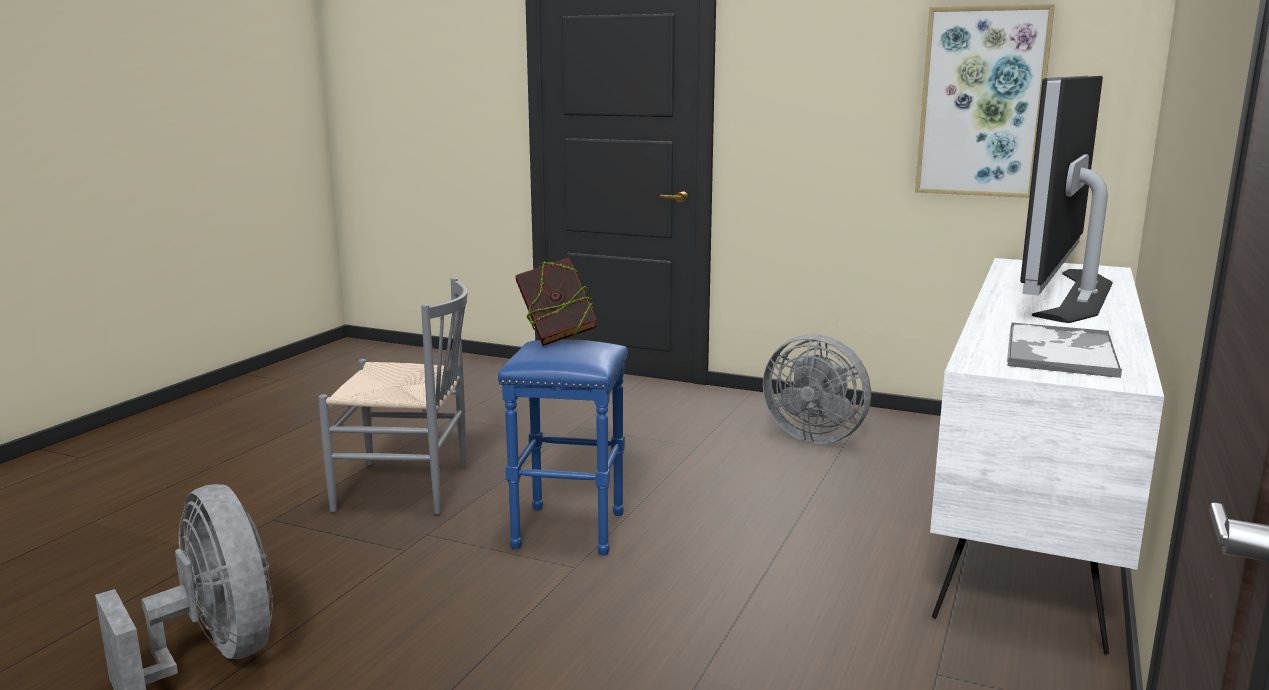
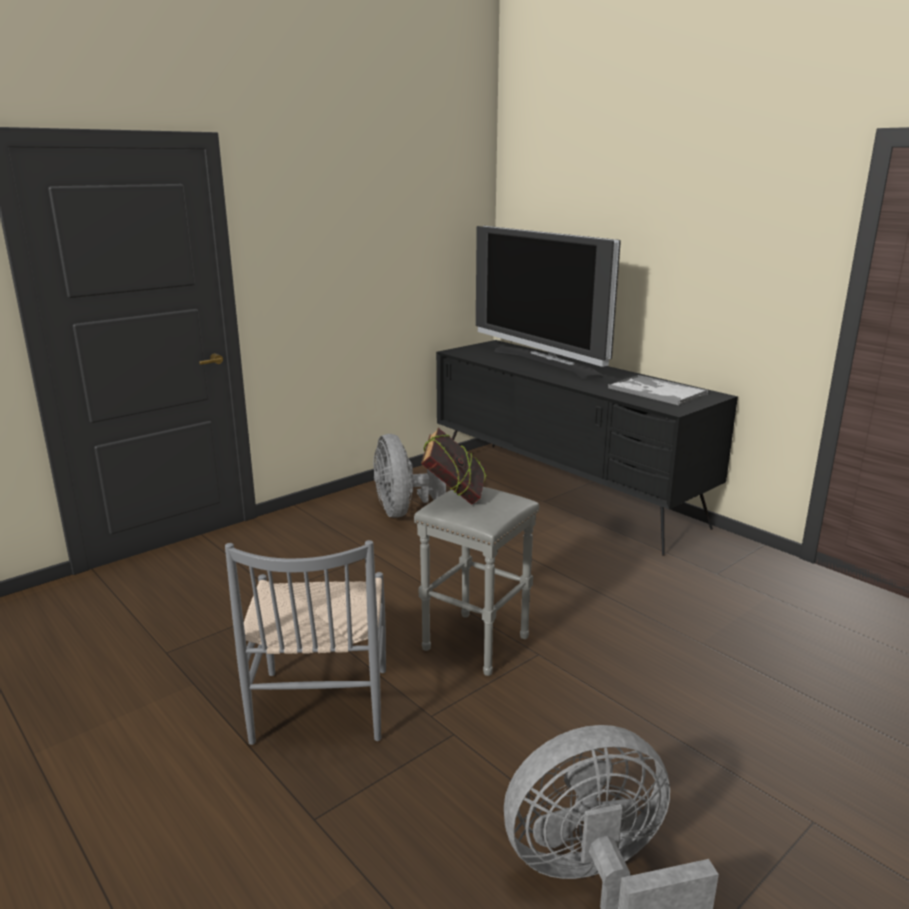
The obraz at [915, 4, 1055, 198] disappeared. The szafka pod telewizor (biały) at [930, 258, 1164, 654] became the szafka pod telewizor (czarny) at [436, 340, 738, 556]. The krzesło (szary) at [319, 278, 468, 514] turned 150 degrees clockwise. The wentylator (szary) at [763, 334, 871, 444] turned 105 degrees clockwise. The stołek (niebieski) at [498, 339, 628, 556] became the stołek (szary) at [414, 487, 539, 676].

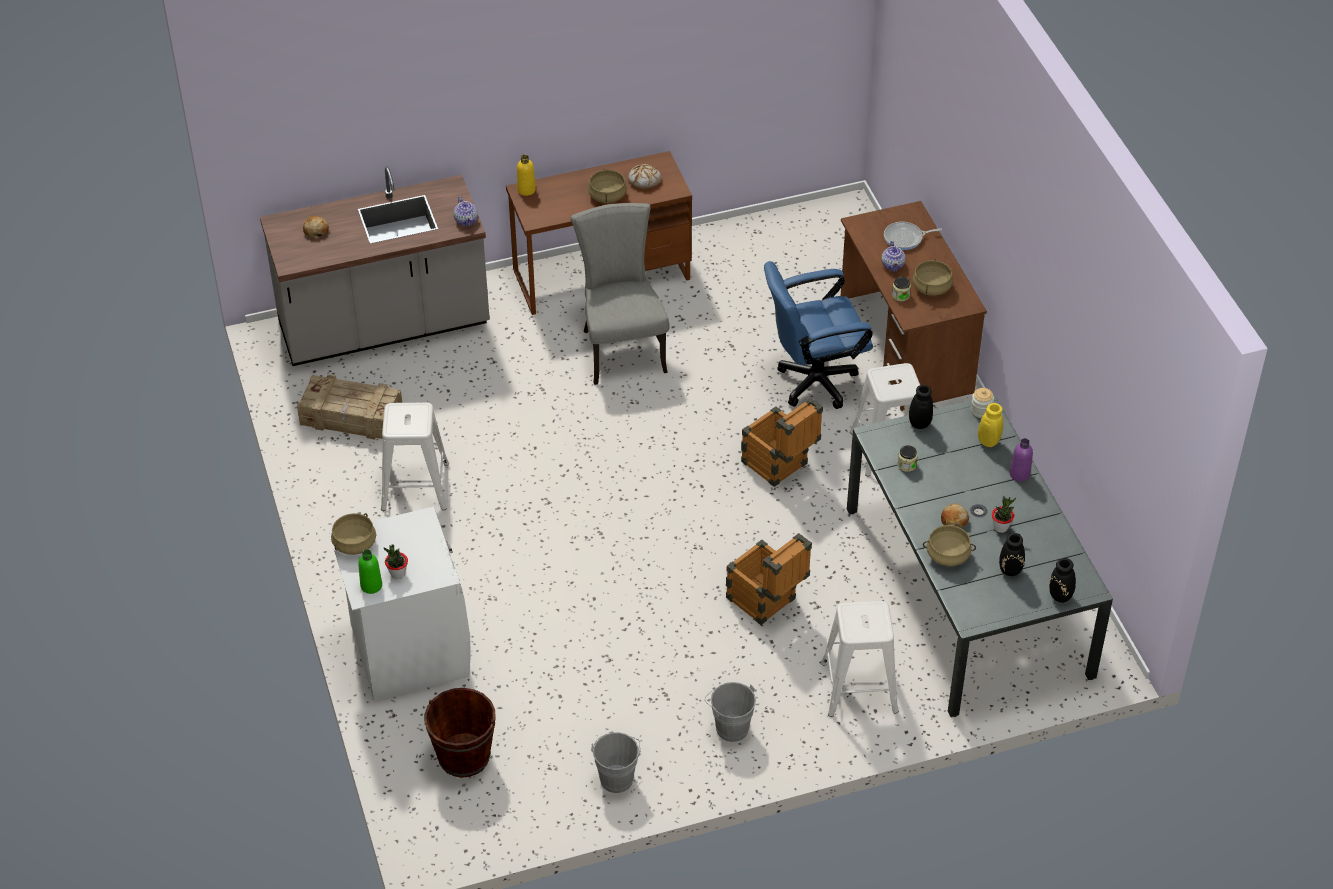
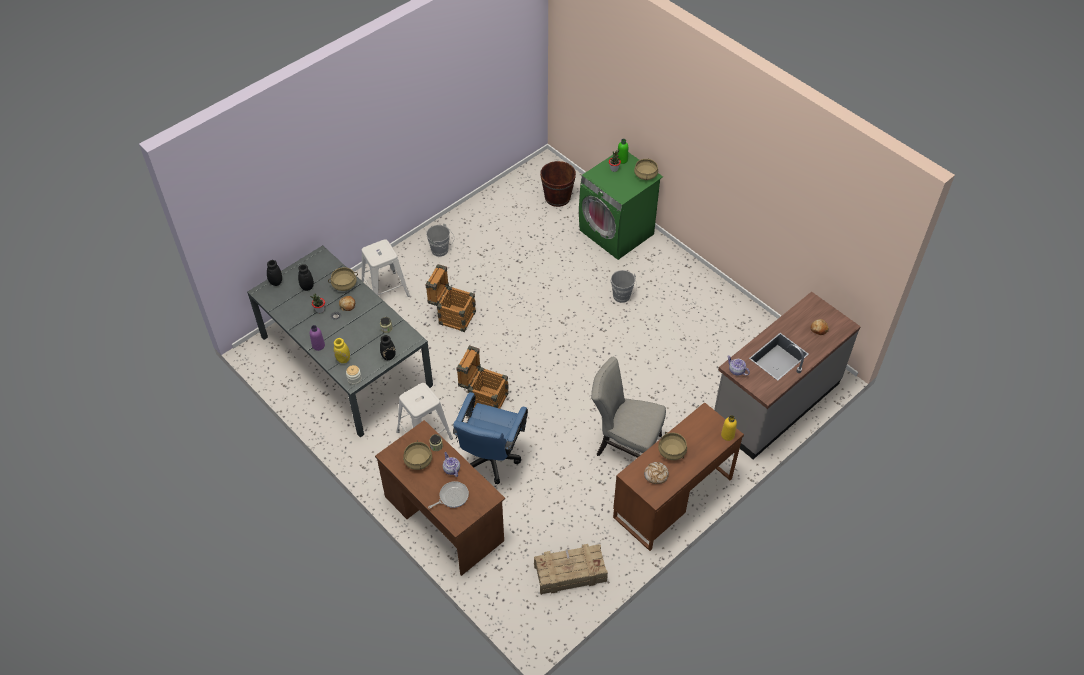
The krzesło (szary) at [570, 203, 669, 385] turned 150 degrees clockwise. The krzesło biurowe (niebieski) at [764, 261, 873, 409] turned 150 degrees clockwise. The skrzynka moved from [297, 374, 402, 440] to [534, 544, 608, 595]. The stołek (biały) at [381, 403, 449, 511] disappeared. The pralka (biały) at [329, 507, 471, 701] became the pralka (zielony) at [579, 152, 663, 260]. The wiadro (szary) moved from [591, 732, 641, 793] to [610, 270, 637, 303].

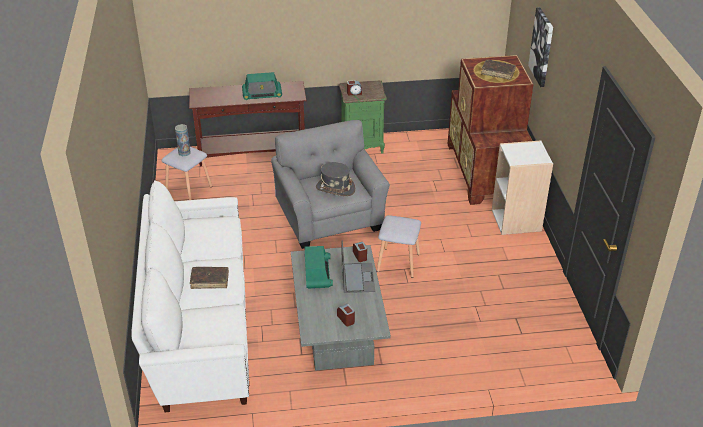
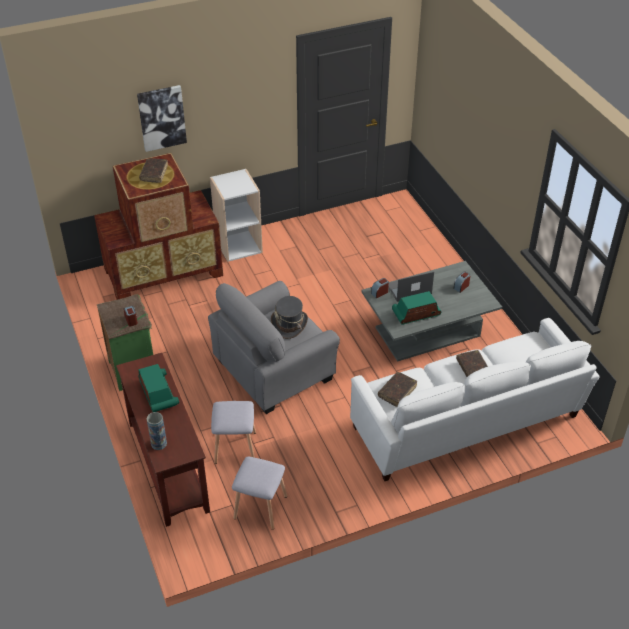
The wazon moved from [175, 124, 191, 156] to [147, 412, 167, 450]. The stołek (szary) moved from [377, 215, 421, 278] to [211, 401, 256, 464]. The książka (brązowy) at [378, 372, 418, 407] appeared.

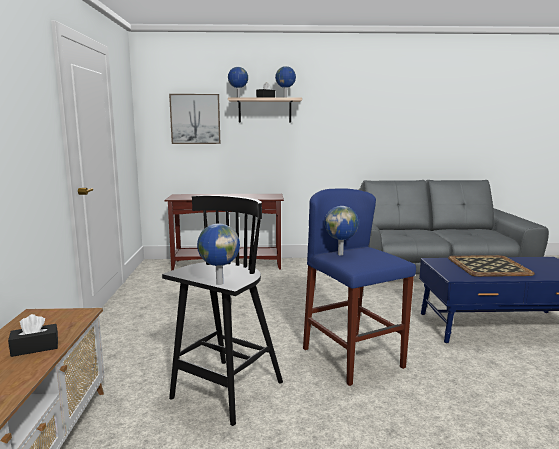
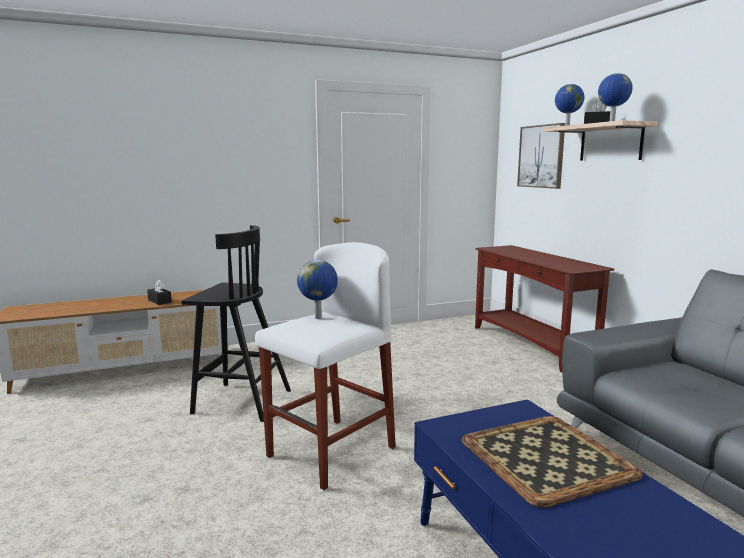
The stołek (niebieski) at [303, 189, 416, 386] became the stołek (biały) at [255, 242, 396, 490]. The globus at [197, 223, 240, 285] disappeared.

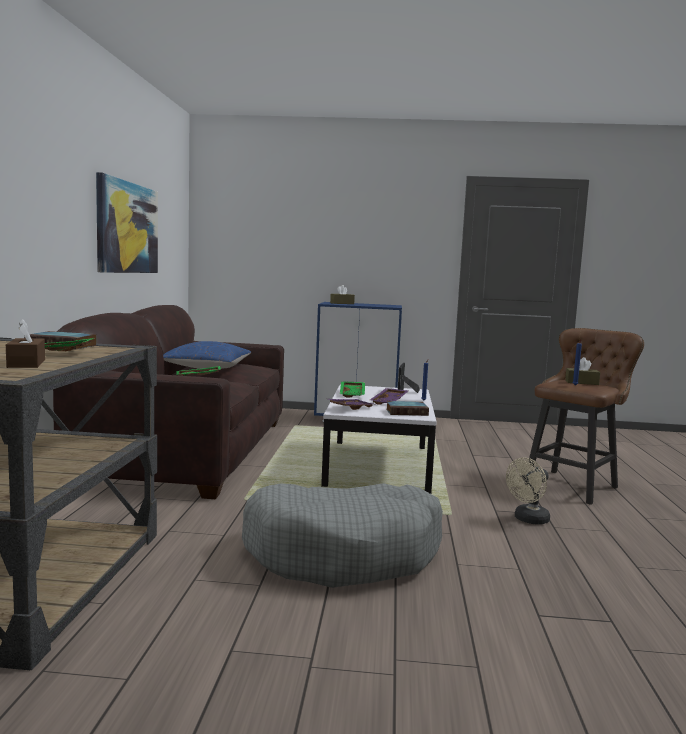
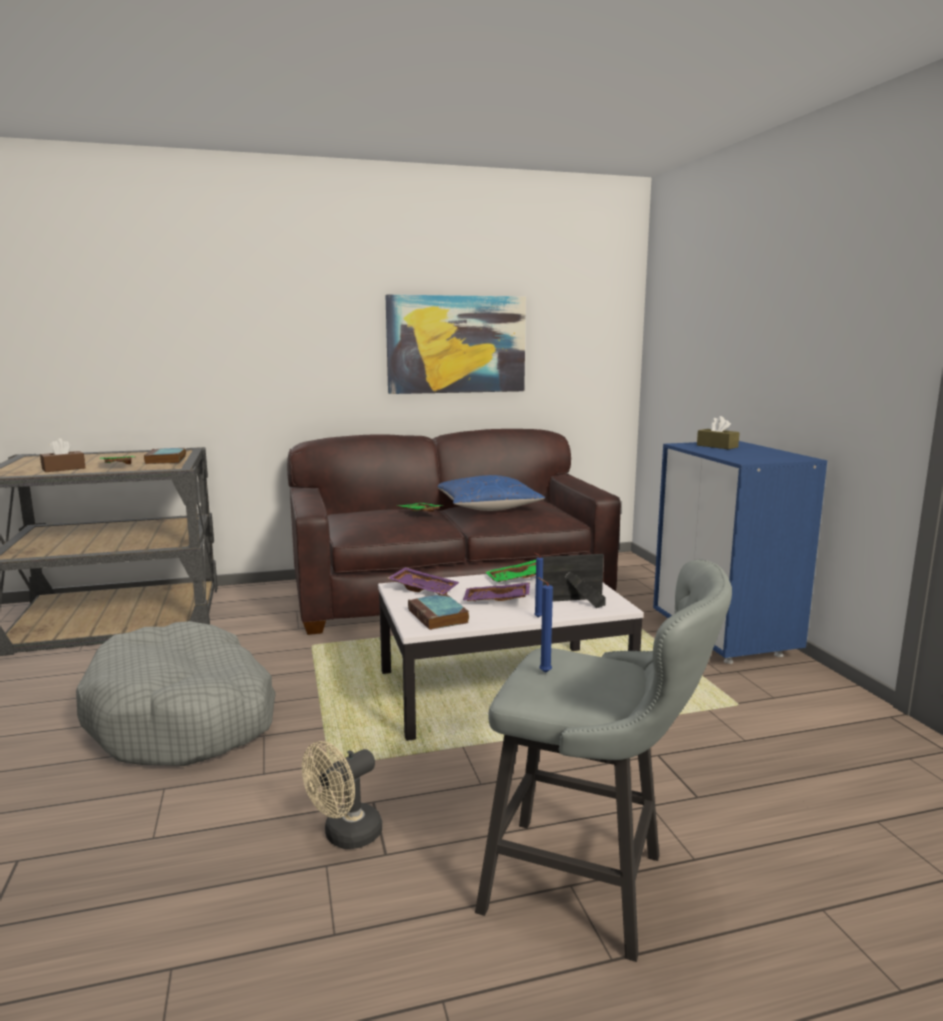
The stołek (brązowy) at [528, 328, 644, 505] became the stołek (szary) at [475, 560, 732, 962]. The pudełko chusteczek (brązowy) at [565, 357, 600, 385] disappeared. The wentylator (beżowy) at [506, 457, 550, 525] turned 75 degrees counterclockwise.

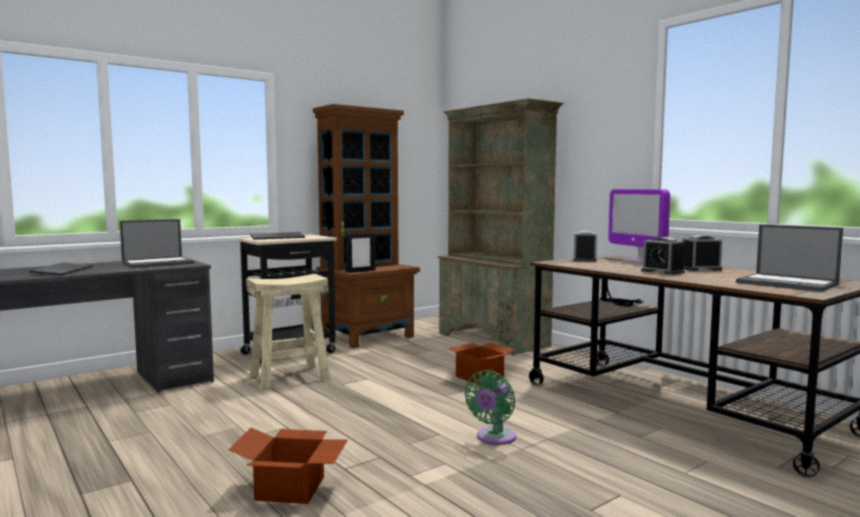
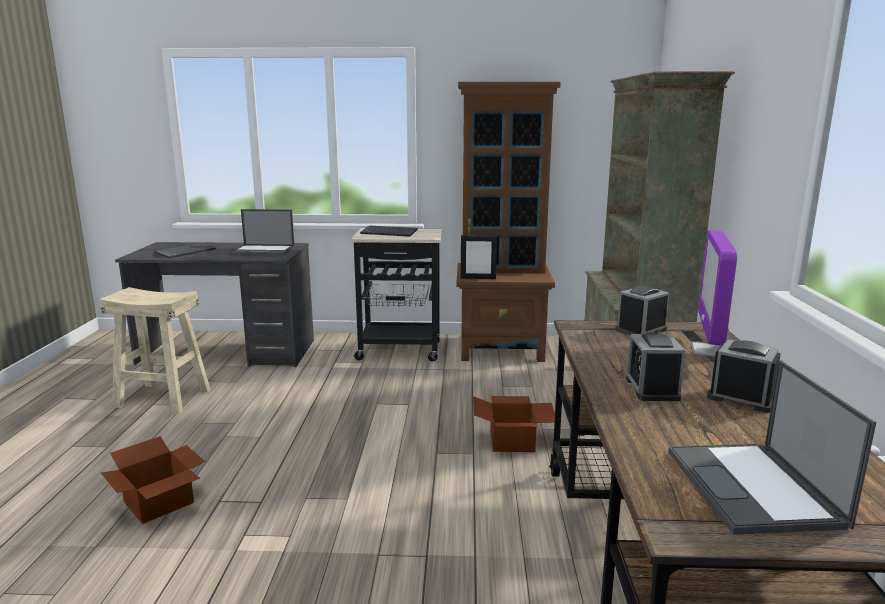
The stołek (beżowy) moved from [246, 273, 330, 391] to [99, 287, 211, 414]. The wentylator (zielony) at [464, 370, 516, 445] disappeared.

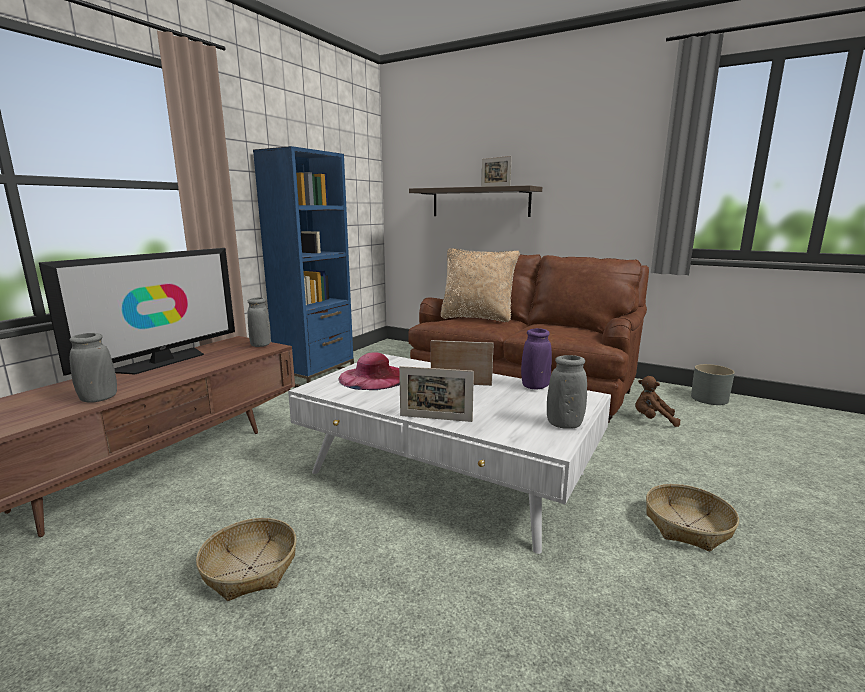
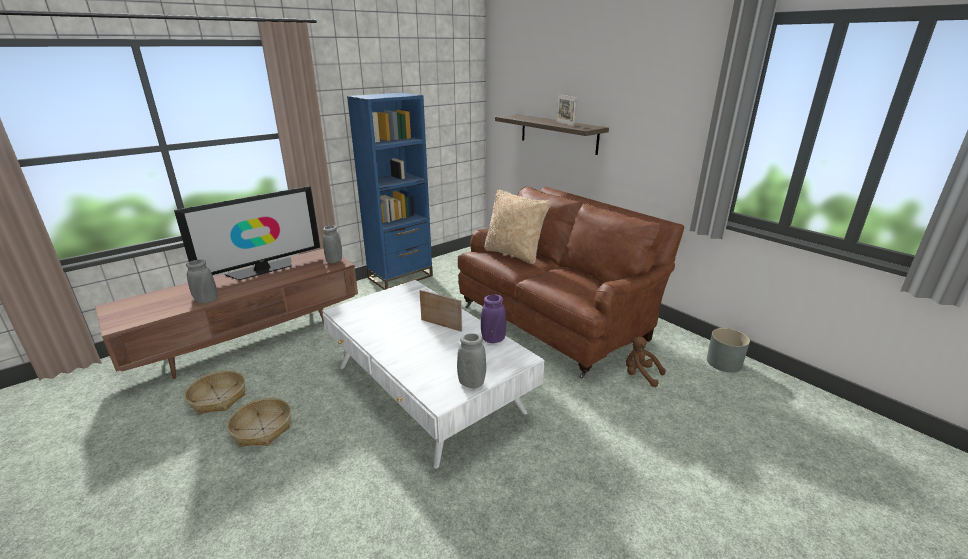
The kapelusz (różowy) at [338, 352, 400, 390] disappeared. The ramka na zdjęcie at [399, 366, 474, 422] disappeared. The koszyk moved from [646, 484, 739, 552] to [185, 370, 245, 415].

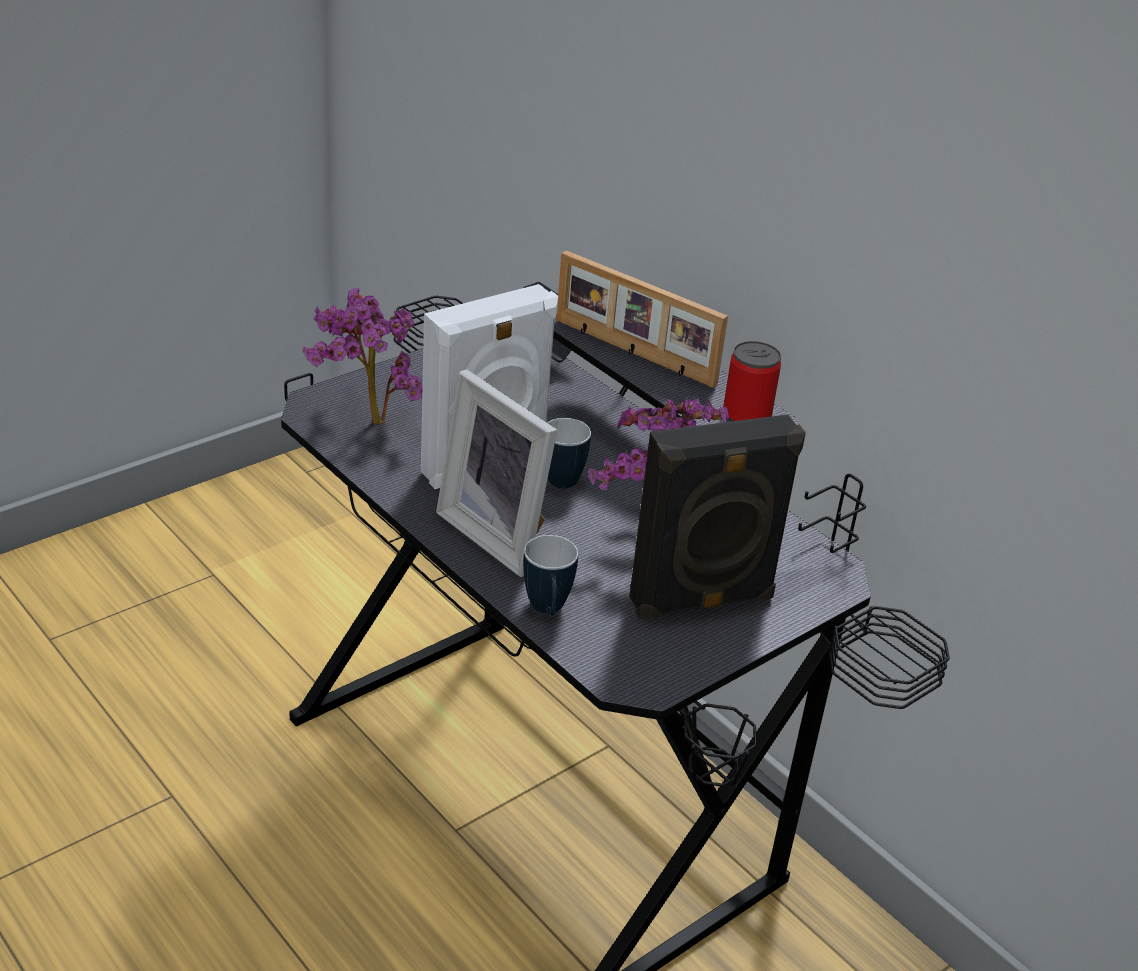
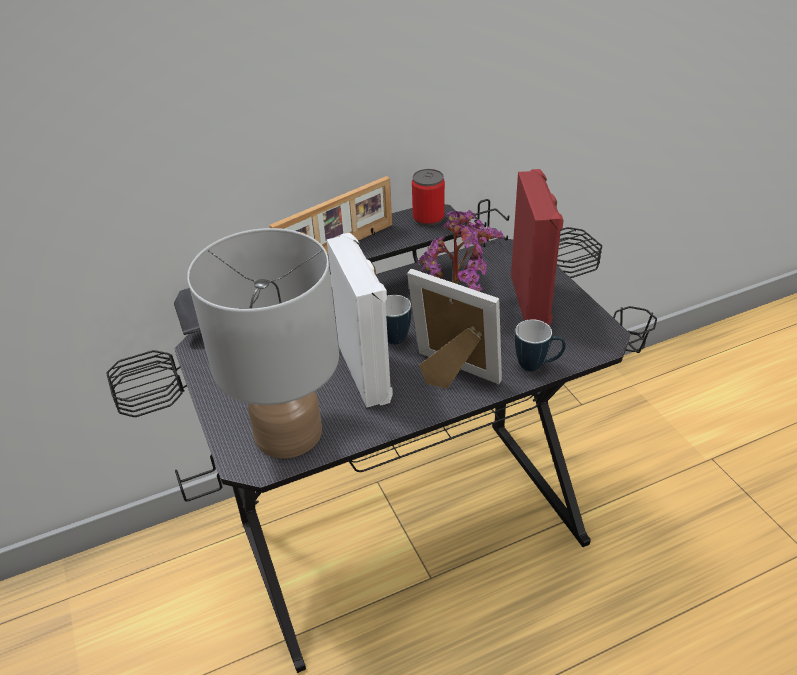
The roślina doniczkowa at [303, 288, 423, 425] was replaced by the lampa stołowa (szary) at [187, 228, 339, 459]. The ramka na zdjęcie at [436, 370, 557, 577] turned 120 degrees counterclockwise. The głośnik (czarny) at [629, 414, 806, 620] became the głośnik (czerwony) at [511, 169, 564, 326].

